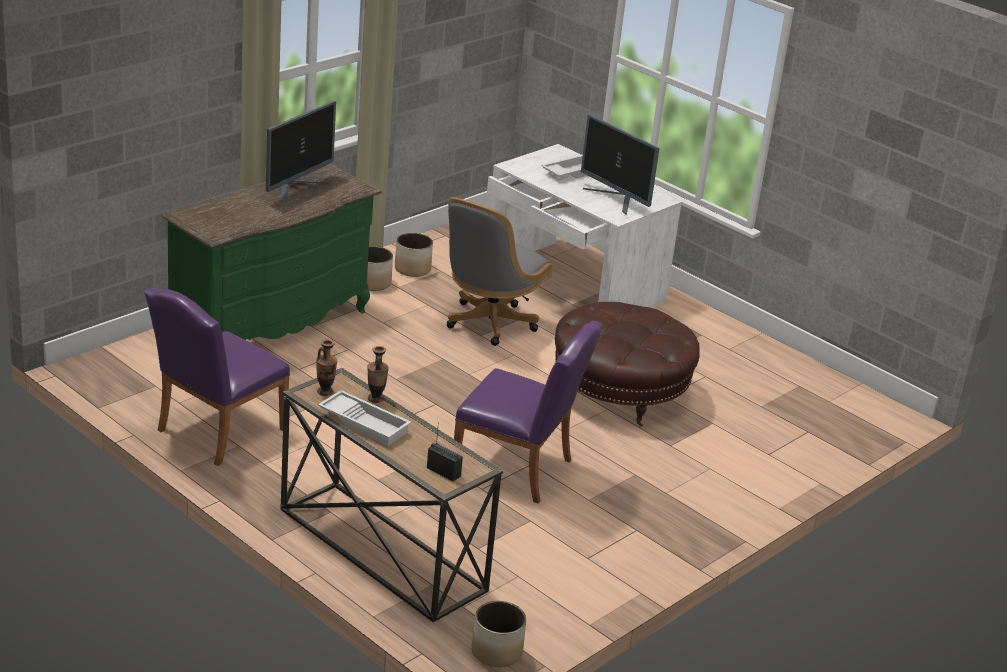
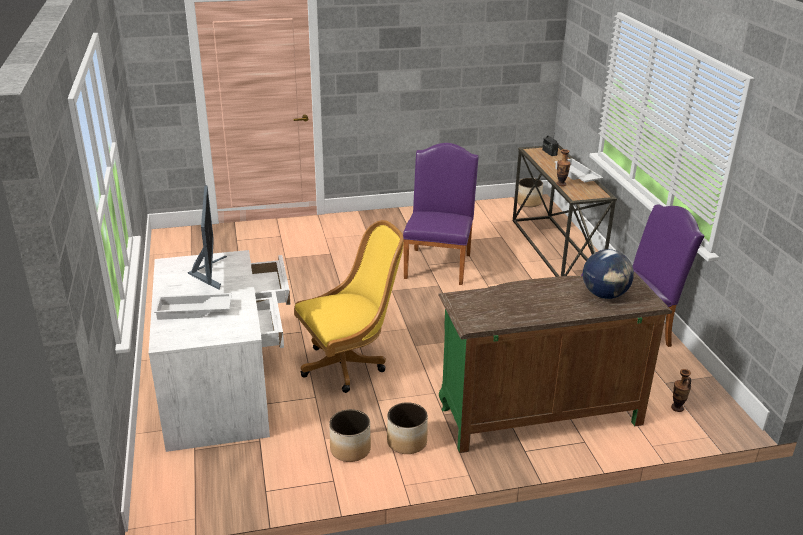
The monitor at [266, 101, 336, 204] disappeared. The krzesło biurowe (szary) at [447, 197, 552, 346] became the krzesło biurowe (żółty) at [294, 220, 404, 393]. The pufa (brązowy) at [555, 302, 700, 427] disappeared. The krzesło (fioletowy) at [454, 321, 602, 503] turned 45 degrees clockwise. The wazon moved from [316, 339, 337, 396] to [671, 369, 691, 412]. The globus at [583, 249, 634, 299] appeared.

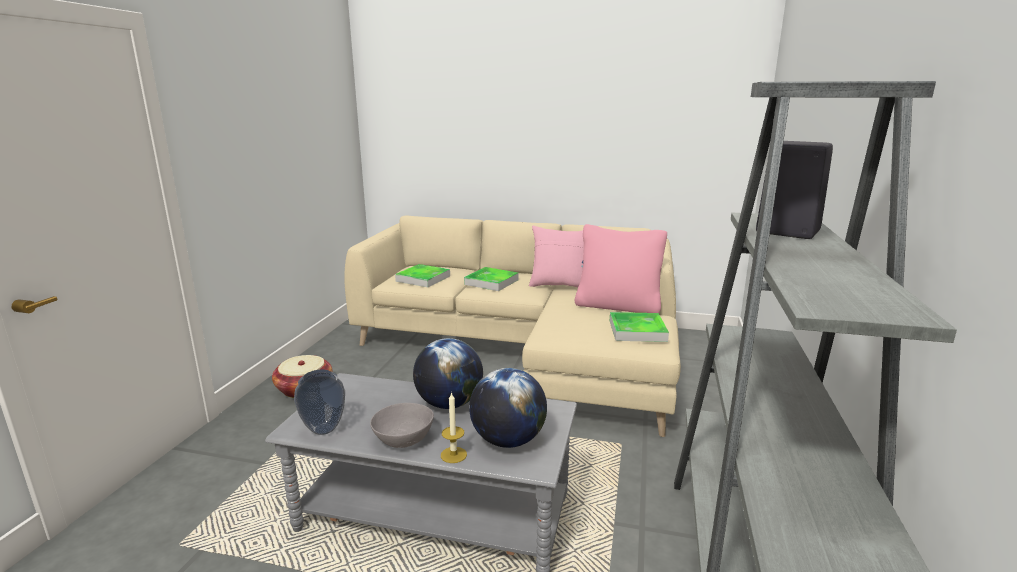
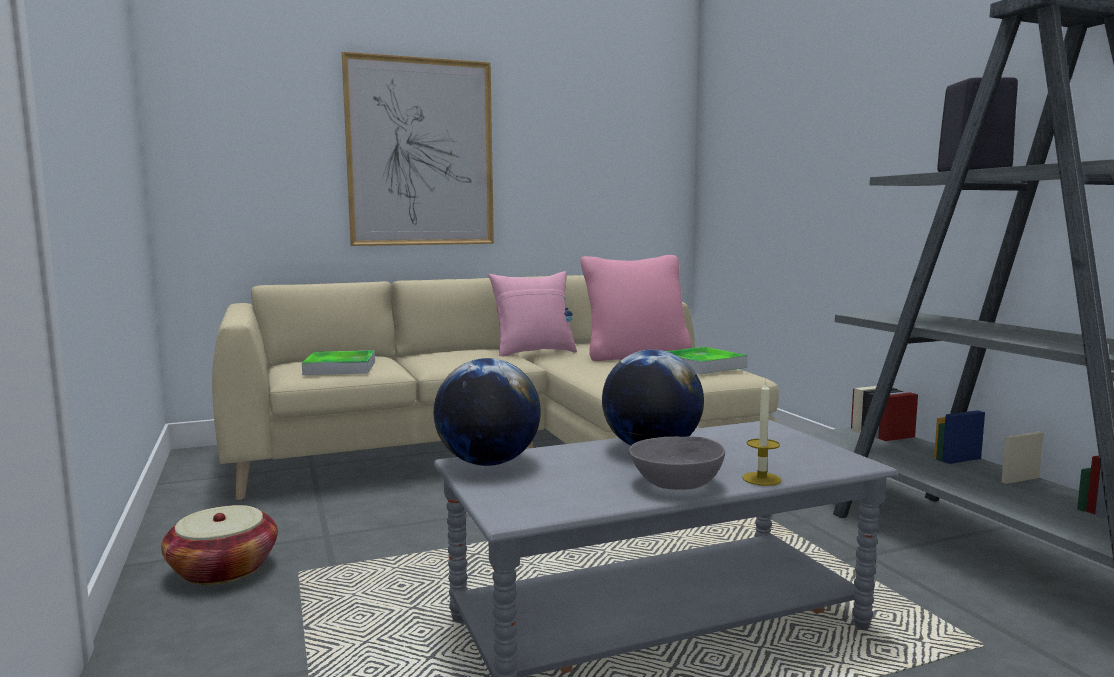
The taca at [464, 267, 519, 291] disappeared. The globus moved from [469, 368, 547, 448] to [434, 358, 541, 466]. The wazon at [294, 370, 345, 435] disappeared. The obraz at [342, 52, 494, 246] appeared.

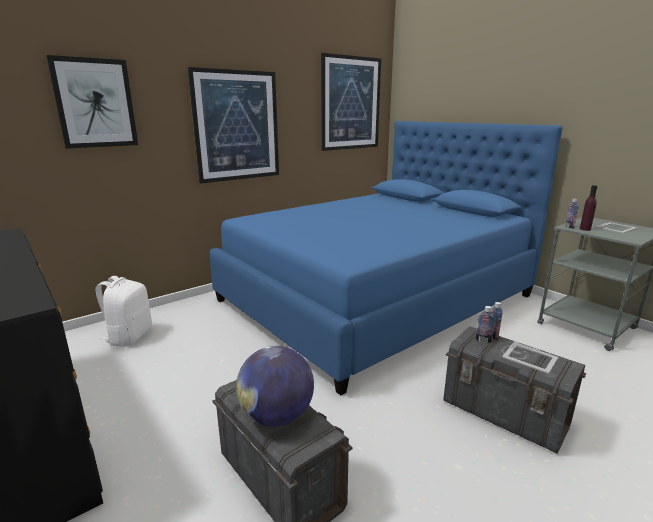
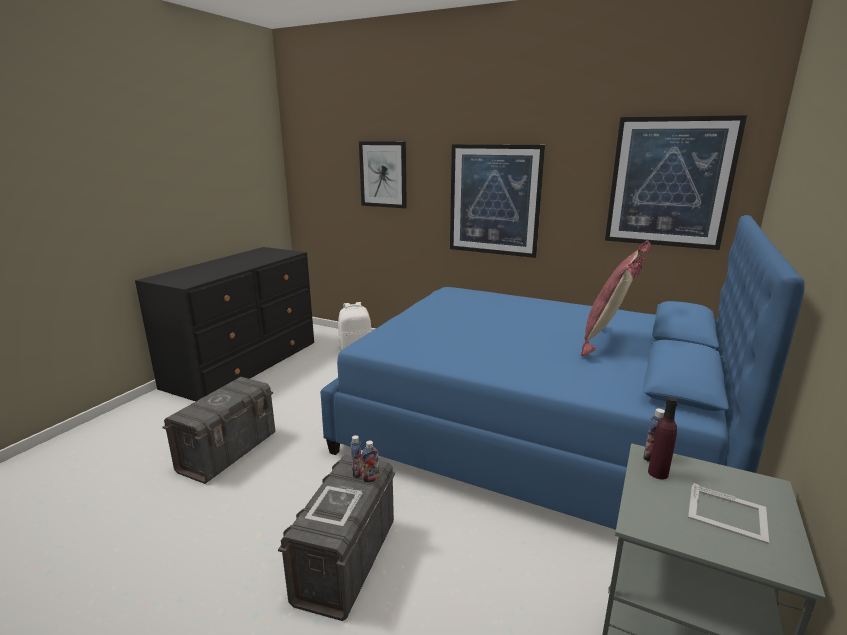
The globus at [236, 346, 314, 427] disappeared. The poduszka (czerwony) at [581, 240, 651, 357] appeared.

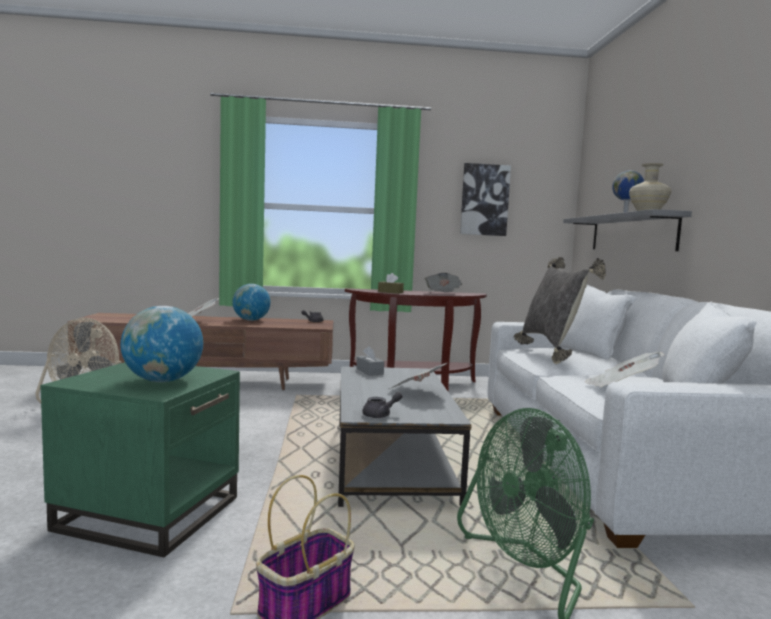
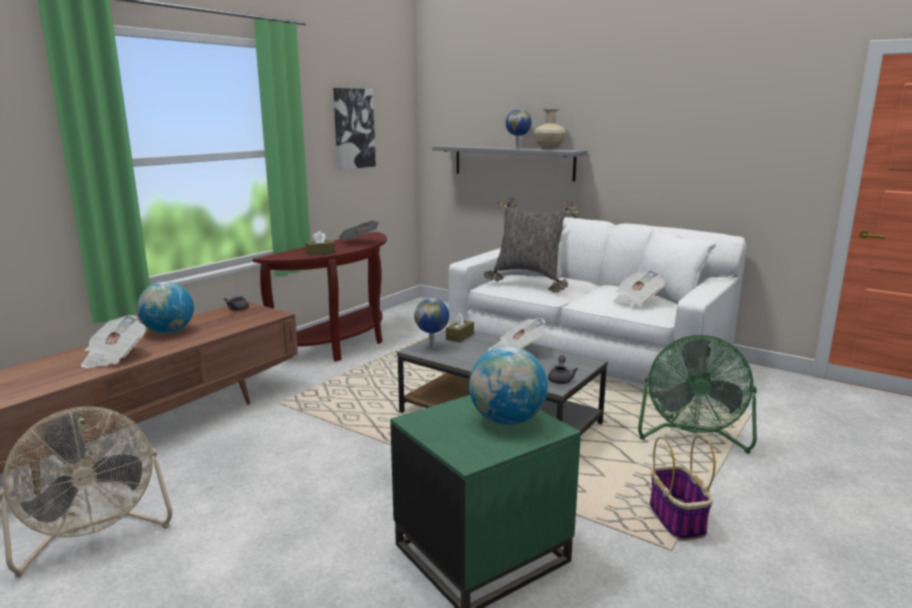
The pudełko chusteczek (szary) at [356, 346, 384, 376] was replaced by the globus at [414, 298, 449, 349]. The pudełko chusteczek (brązowy) at [446, 313, 474, 343] appeared.

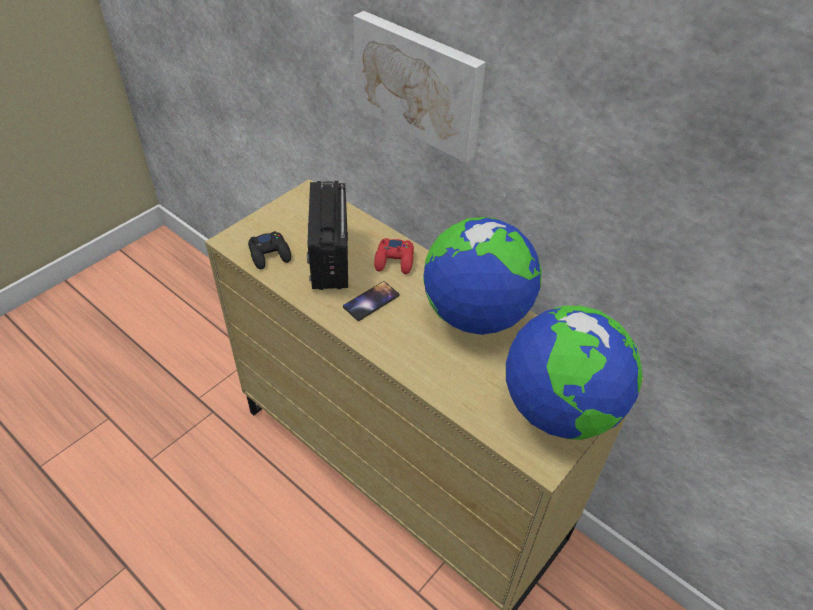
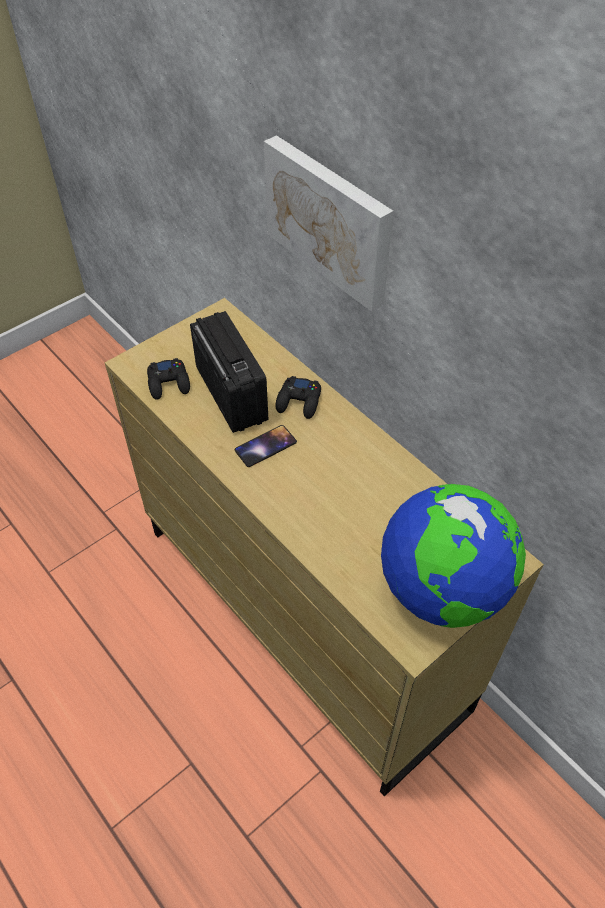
The radio at [307, 181, 348, 290] turned 150 degrees clockwise. The globus at [423, 217, 542, 335] disappeared. The pad do gier (czerwony) at [374, 238, 414, 274] became the pad do gier (czarny) at [276, 376, 321, 419].

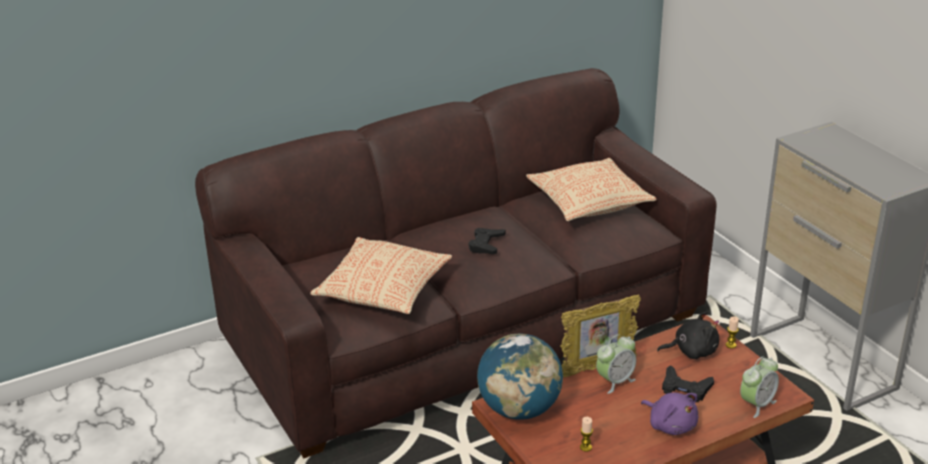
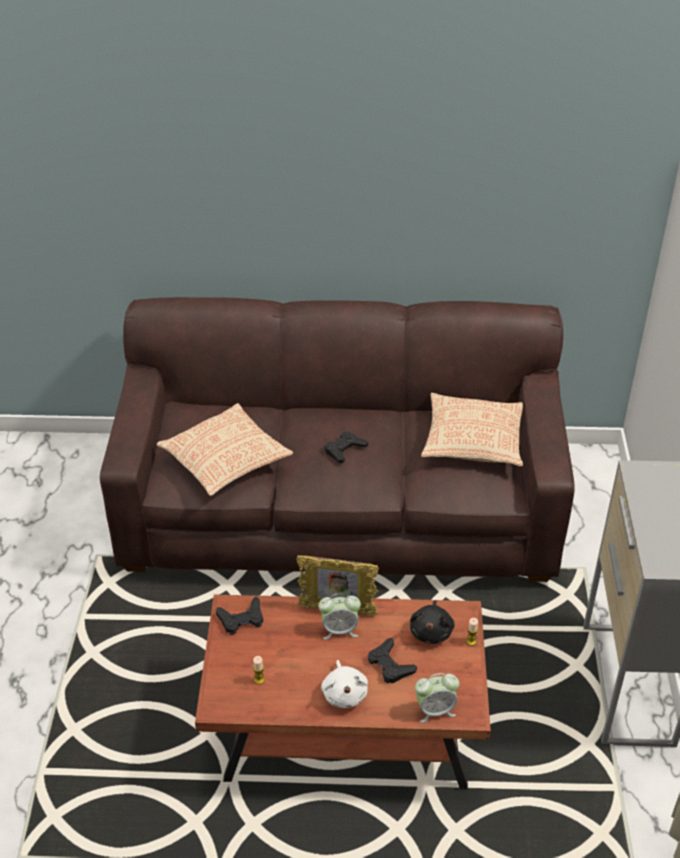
The pluszak (czarny) at [657, 311, 719, 359] turned 75 degrees clockwise. The globus at [477, 334, 563, 420] was replaced by the pad do gier (czarny) at [216, 597, 263, 635]. The pluszak (fioletowy) at [641, 392, 698, 435] became the pluszak (biały) at [321, 660, 368, 708].

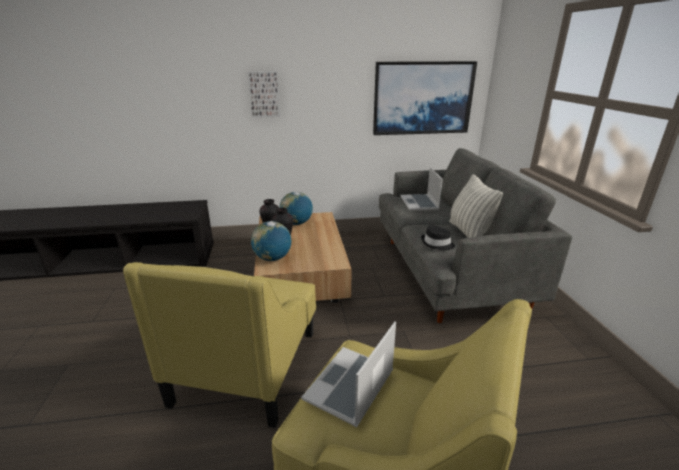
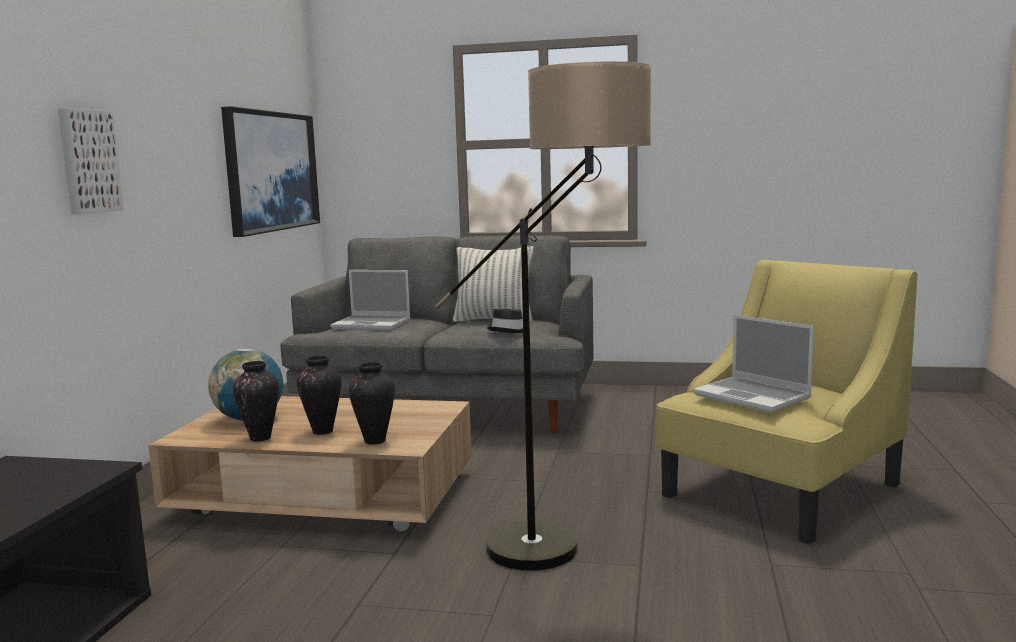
The globus at [251, 221, 291, 261] was replaced by the wazon at [349, 362, 395, 445]. The fotel (żółty) at [123, 262, 316, 428] was replaced by the lampa stojąca at [435, 61, 651, 570].

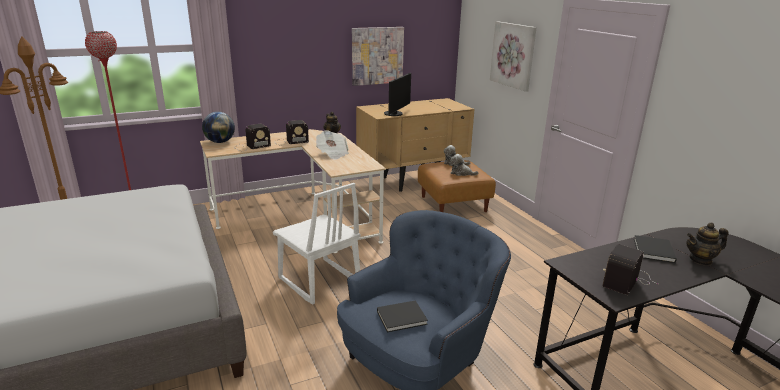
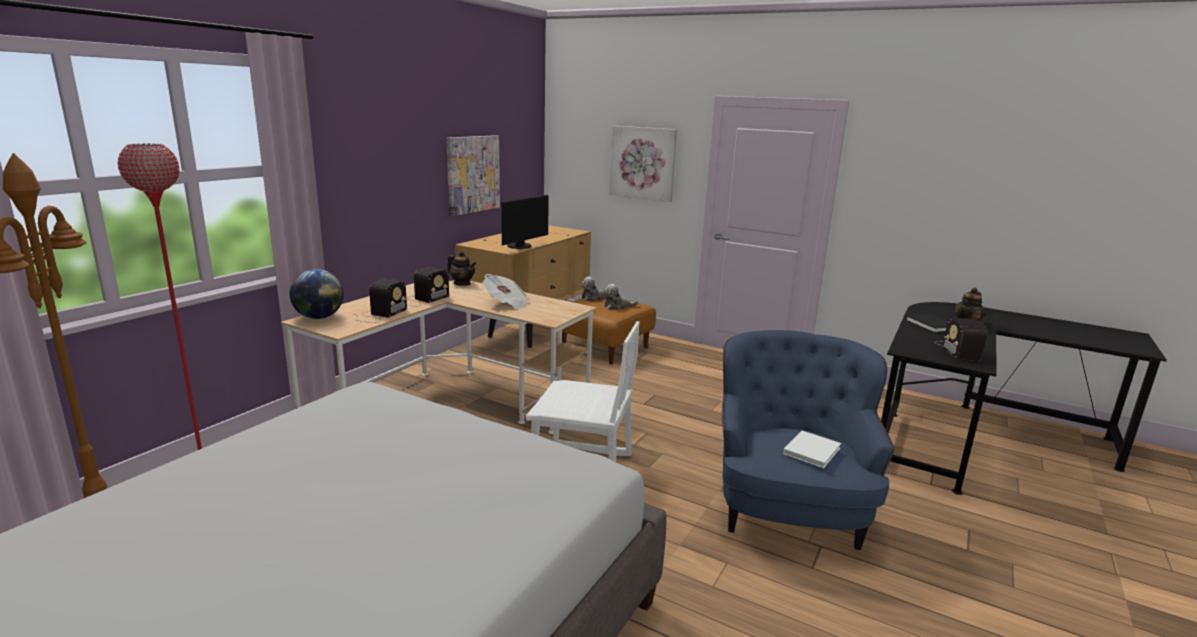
The monitor at [384, 73, 411, 116] turned 45 degrees clockwise. The książka (czarny) at [377, 300, 428, 332] became the książka (biały) at [783, 431, 841, 468].

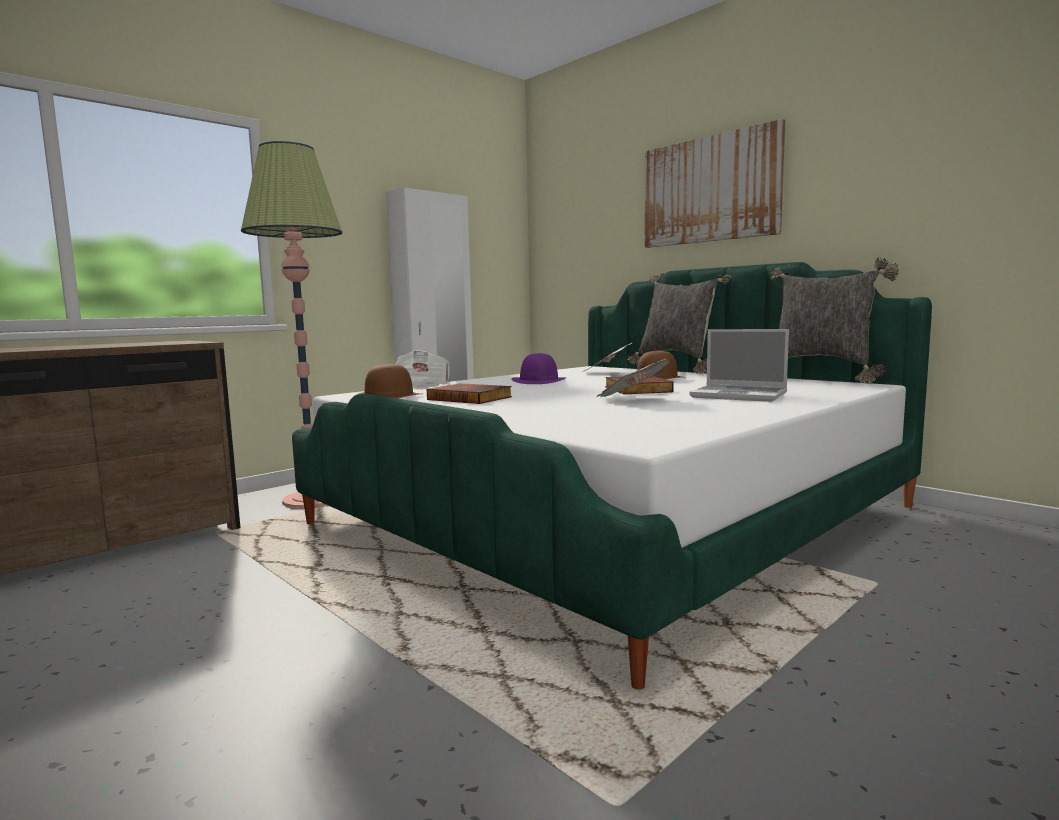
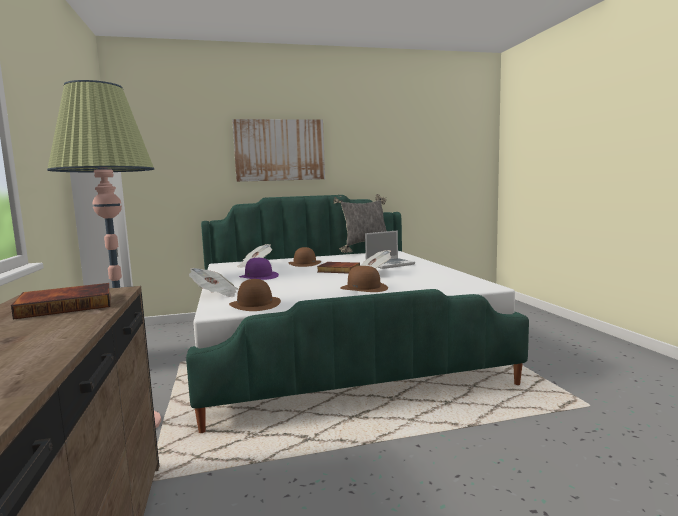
The poduszka at [627, 273, 731, 374] disappeared. The książka moved from [427, 383, 512, 404] to [11, 283, 111, 320]. The kapelusz (brązowy) at [340, 266, 388, 292] appeared.

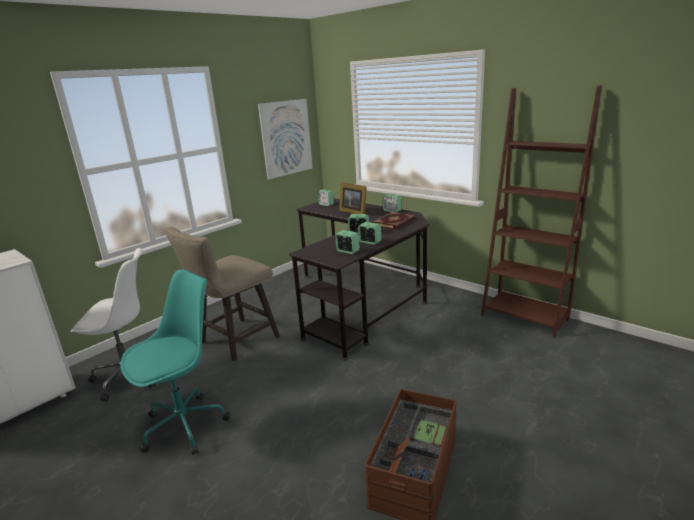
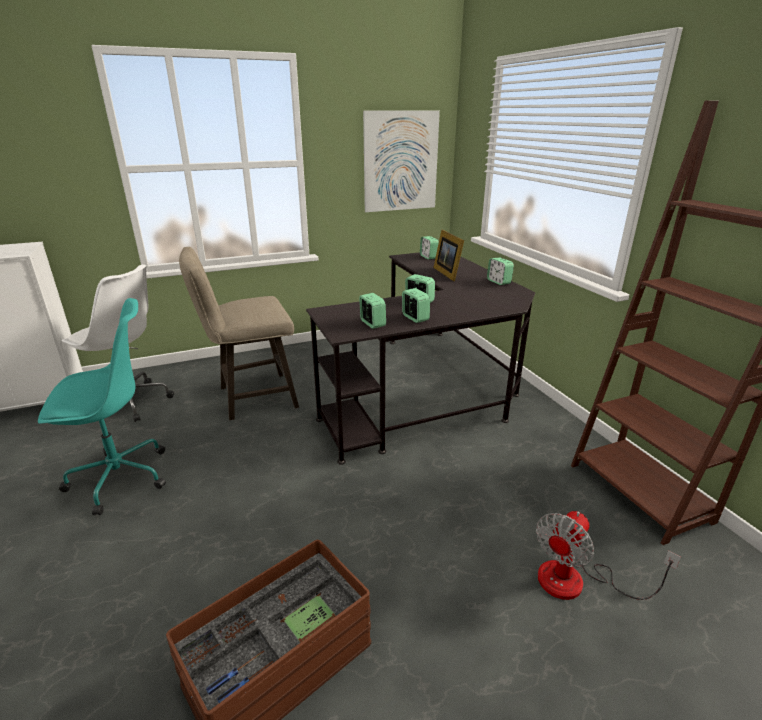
The książka at [373, 212, 415, 230] disappeared. The wentylator at [536, 511, 681, 600] appeared.

